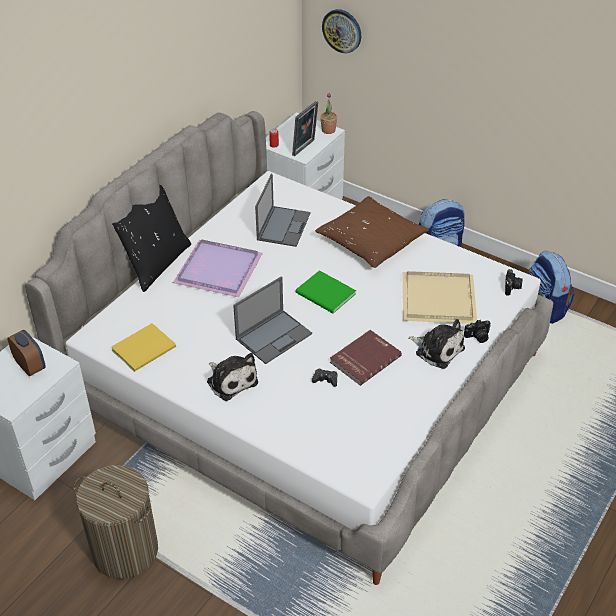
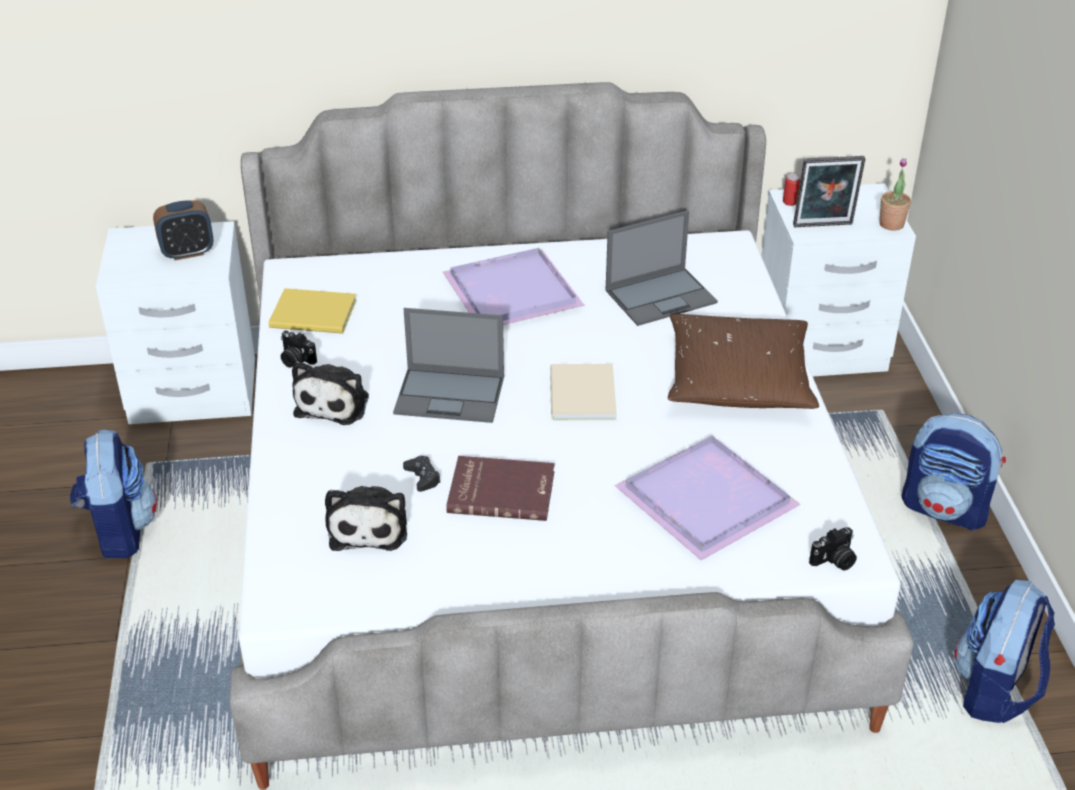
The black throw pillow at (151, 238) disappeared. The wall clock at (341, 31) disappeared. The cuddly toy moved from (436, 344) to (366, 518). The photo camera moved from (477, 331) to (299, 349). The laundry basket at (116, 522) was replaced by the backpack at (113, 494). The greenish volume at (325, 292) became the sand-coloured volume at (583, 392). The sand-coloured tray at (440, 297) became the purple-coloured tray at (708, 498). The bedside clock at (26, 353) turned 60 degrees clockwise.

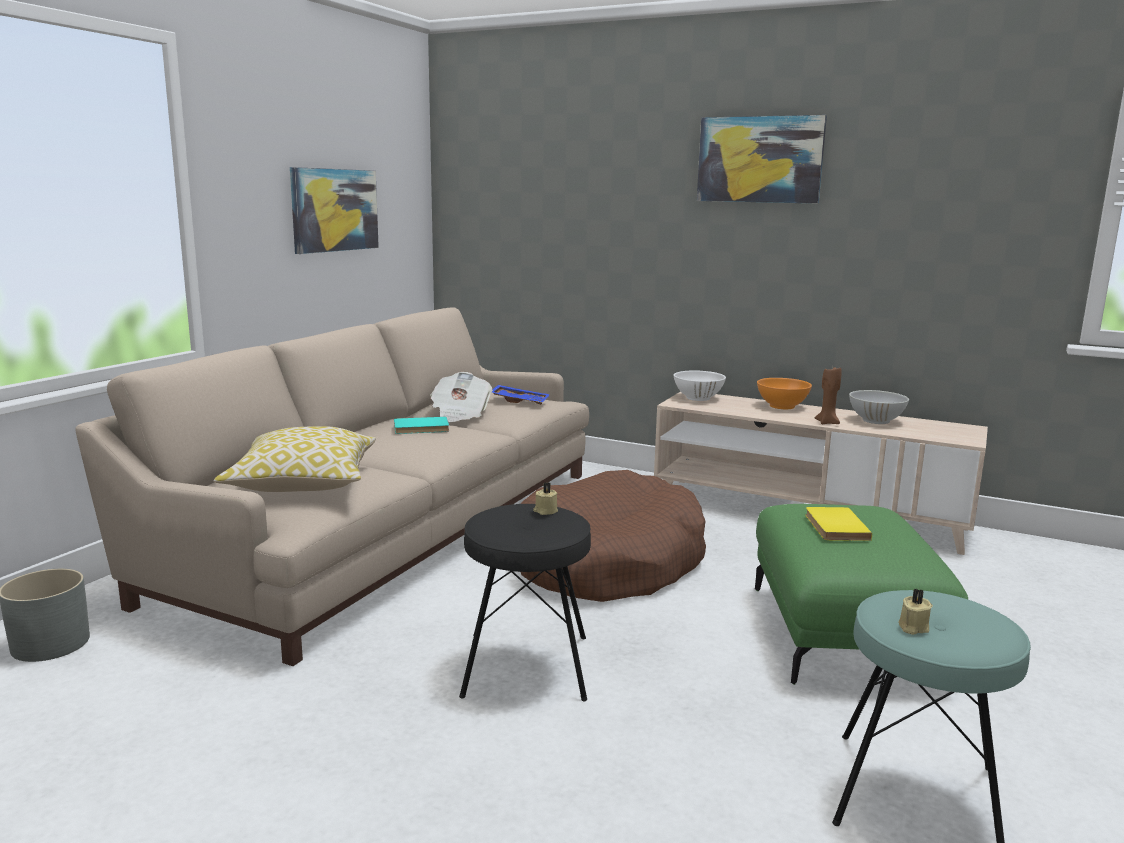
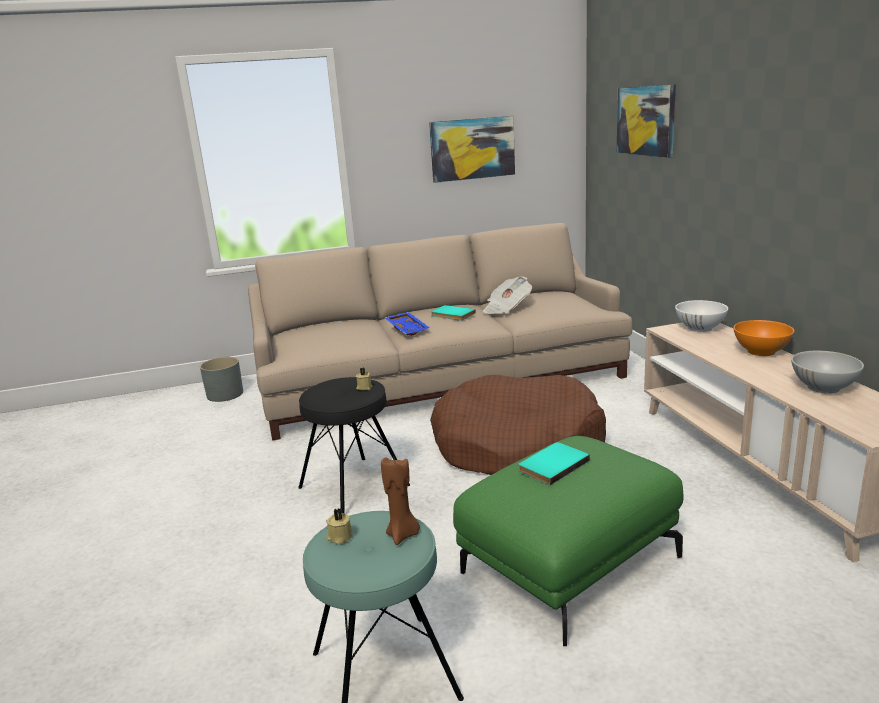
The throw pillow at (295, 459) disappeared. The blue-coloured tray moved from (521, 395) to (407, 324). The wall art moved from (762, 159) to (646, 121). The brown wax light moved from (828, 395) to (400, 501). The yellow volume at (838, 524) became the turquoise volume at (554, 463).

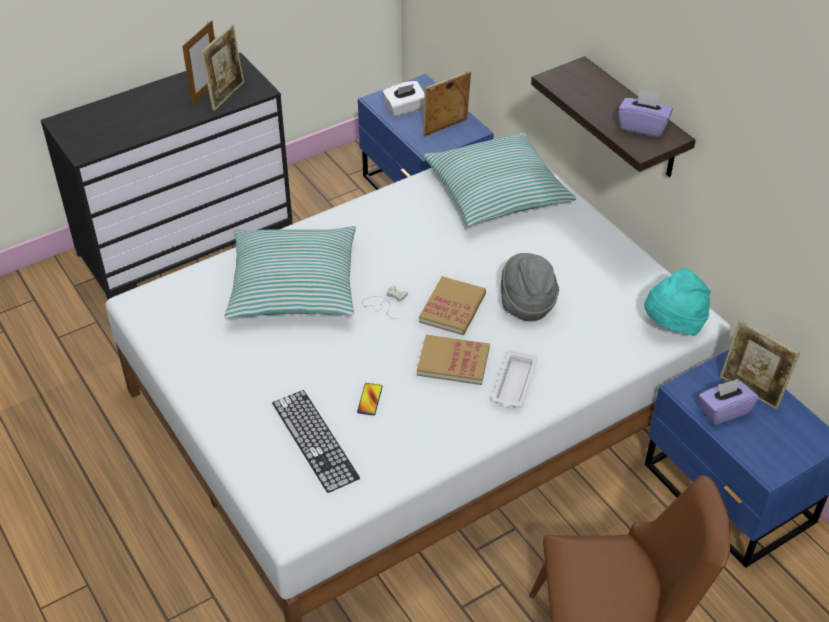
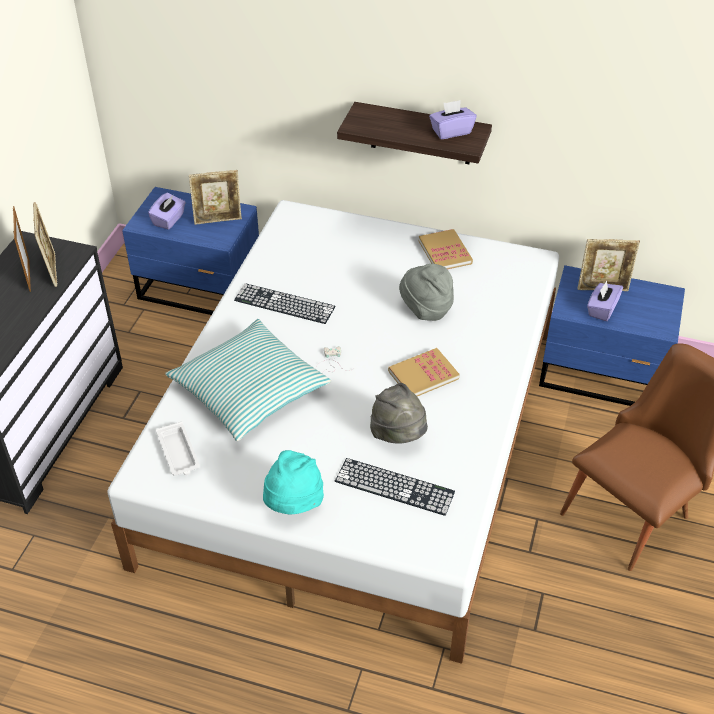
The throw pillow at (499, 179) disappeared. The PC keyboard at (284, 303) appeared. The volume moved from (452, 305) to (446, 249). The white-coloured tray moved from (514, 379) to (178, 449). The turquoise hat moved from (677, 302) to (293, 482). The phone at (370, 399) was replaced by the greyish hat at (399, 413). The white-coloured box of tissues at (403, 99) became the purple-coloured box of tissues at (167, 211). The standing frame at (447, 103) turned 120 degrees counterclockwise.

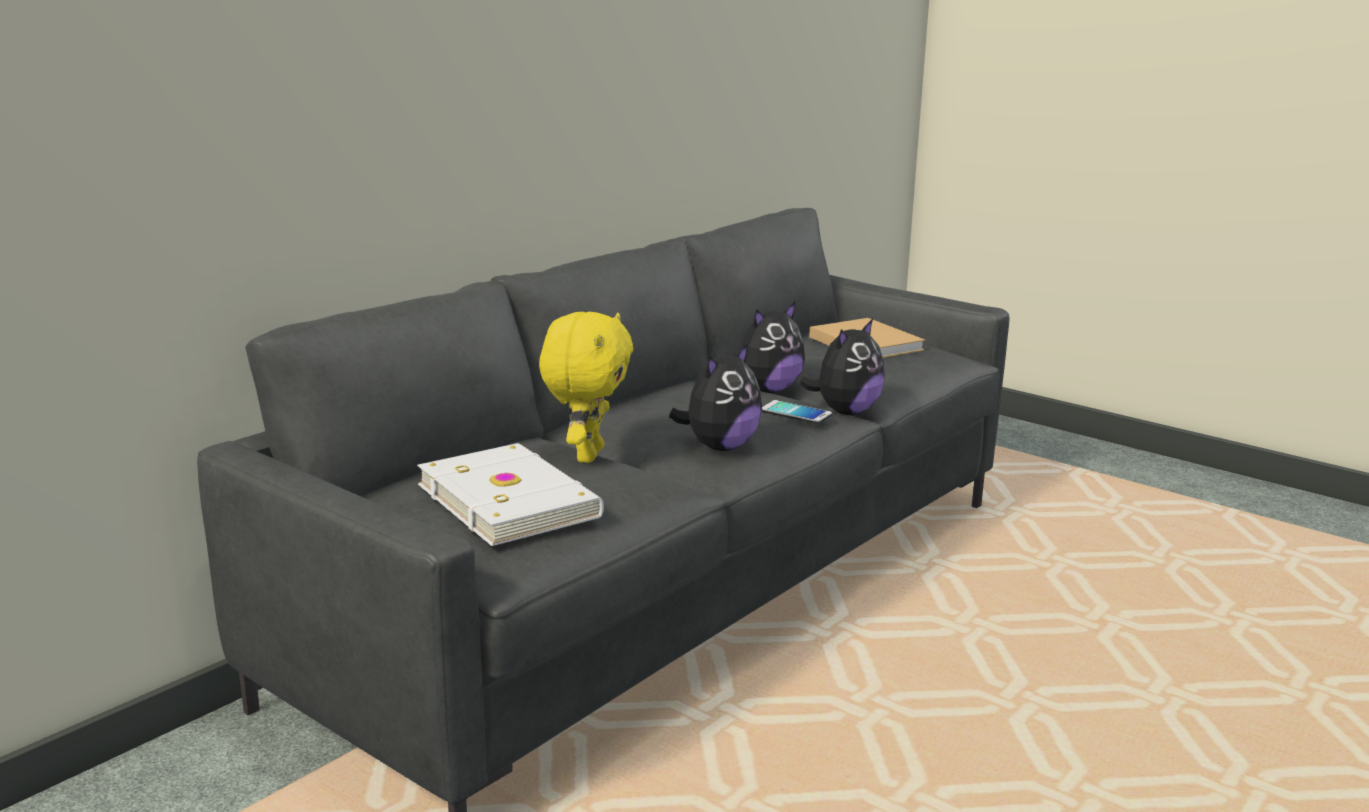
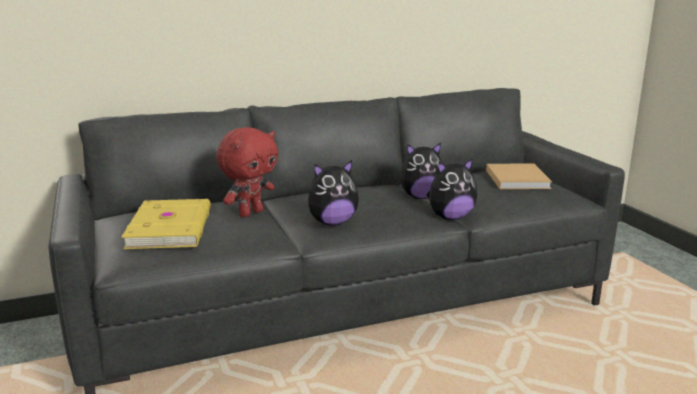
The phone at (797, 412) disappeared. The white-coloured volume at (510, 494) became the yellow volume at (166, 224). The yellow cuddly toy at (586, 387) became the reddish cuddly toy at (247, 172).

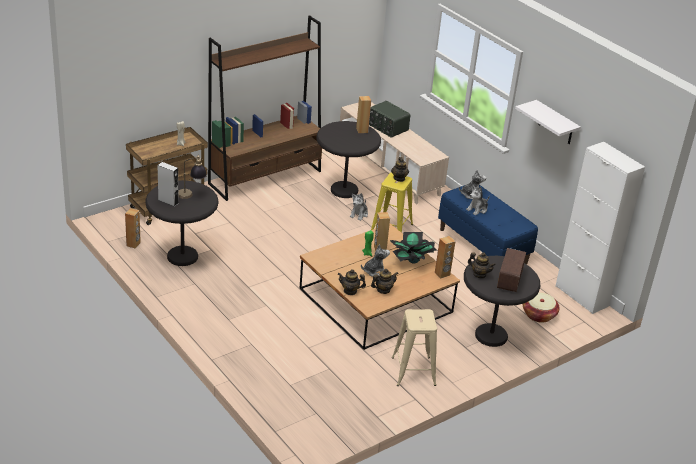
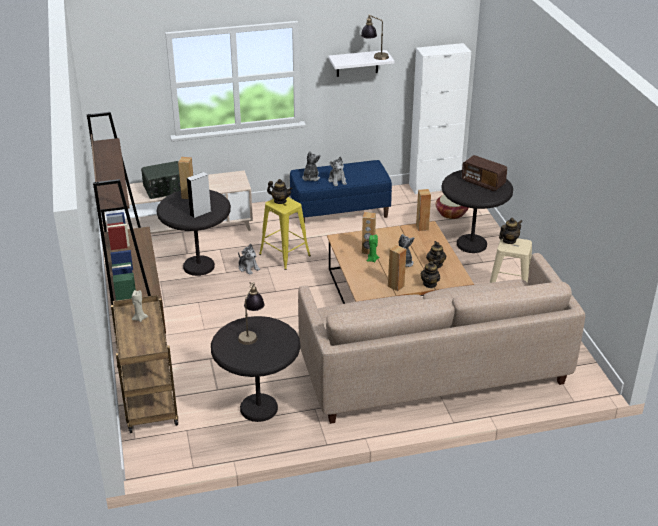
The potted plant at (413, 248) disappeared. The sand-coloured sofa at (441, 338) appeared. The table lamp at (375, 37) appeared. The brown speaker moved from (133, 228) to (397, 268). The greyish speaker moved from (168, 184) to (199, 195). The pot for tea moved from (482, 265) to (510, 231).

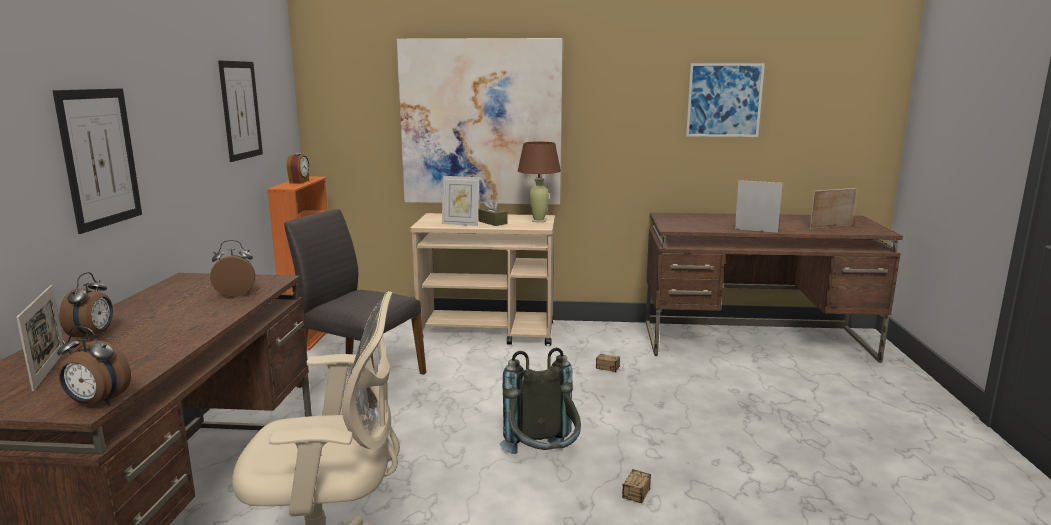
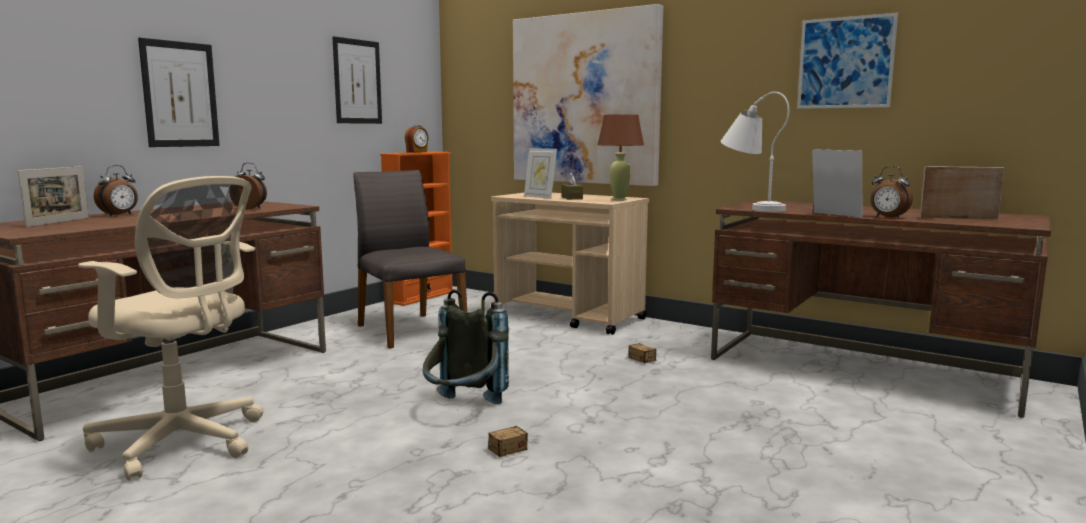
The white-coloured table lamp at (755, 152) appeared. The bedside clock moved from (94, 366) to (891, 192).

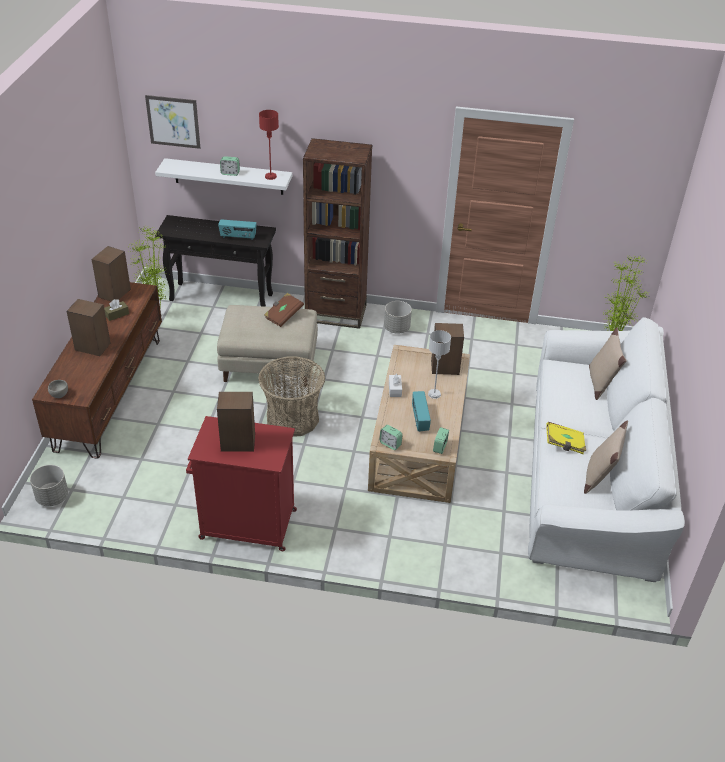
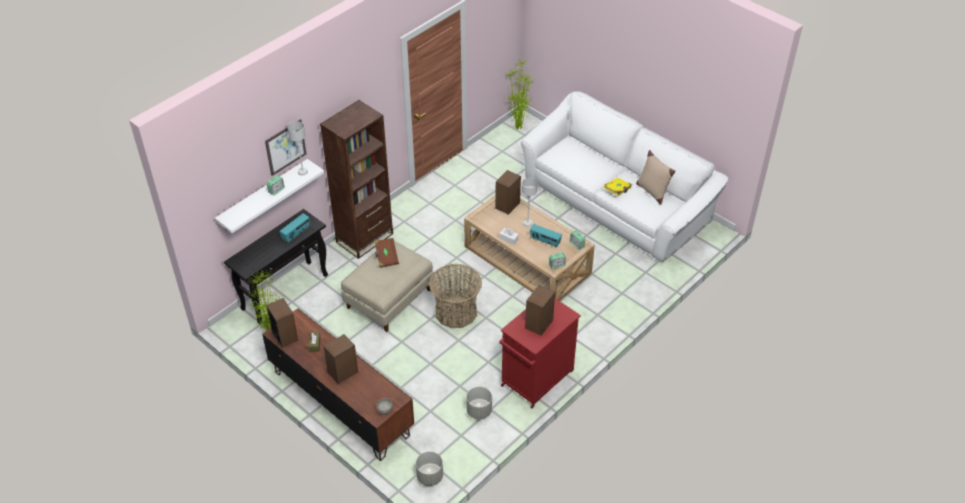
The sand-coloured throw pillow at (608, 364) disappeared. The wall art moved from (172, 122) to (285, 147). The greyish plant pot moved from (398, 317) to (479, 402). The reddish table lamp at (269, 145) became the greyish table lamp at (297, 148).

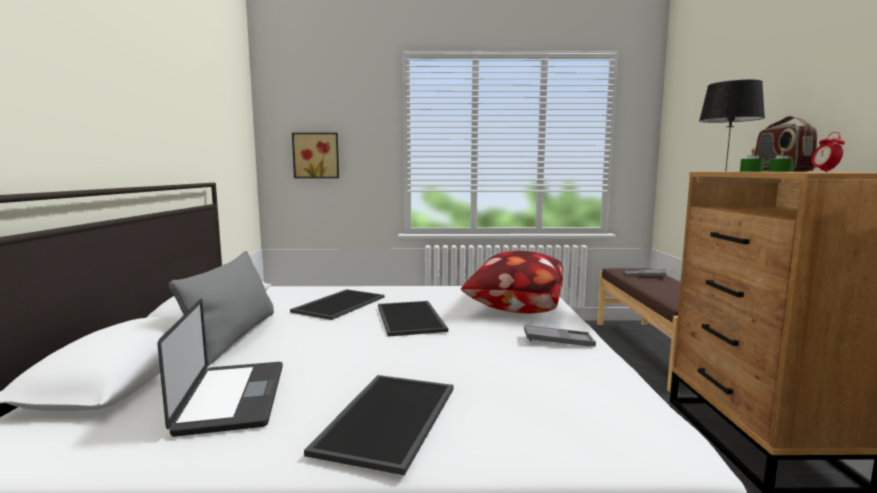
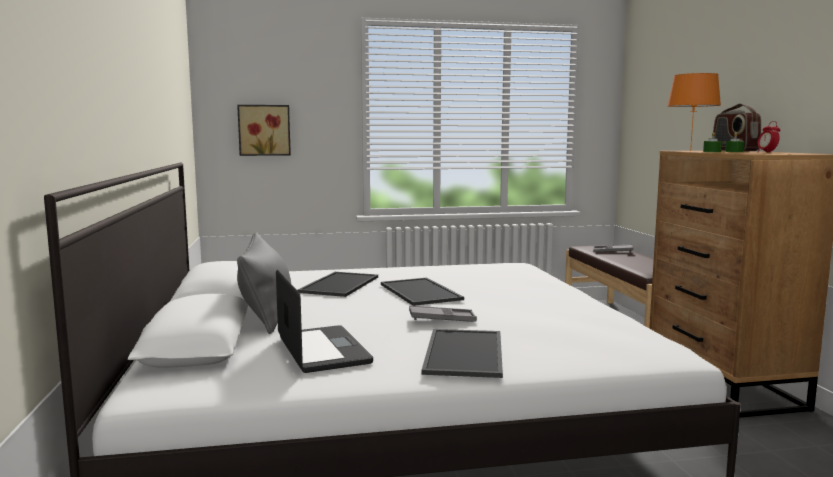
The throw pillow at (512, 282) disappeared. The greyish tray moved from (560, 336) to (443, 313). The black table lamp at (732, 126) became the orangey table lamp at (694, 112).

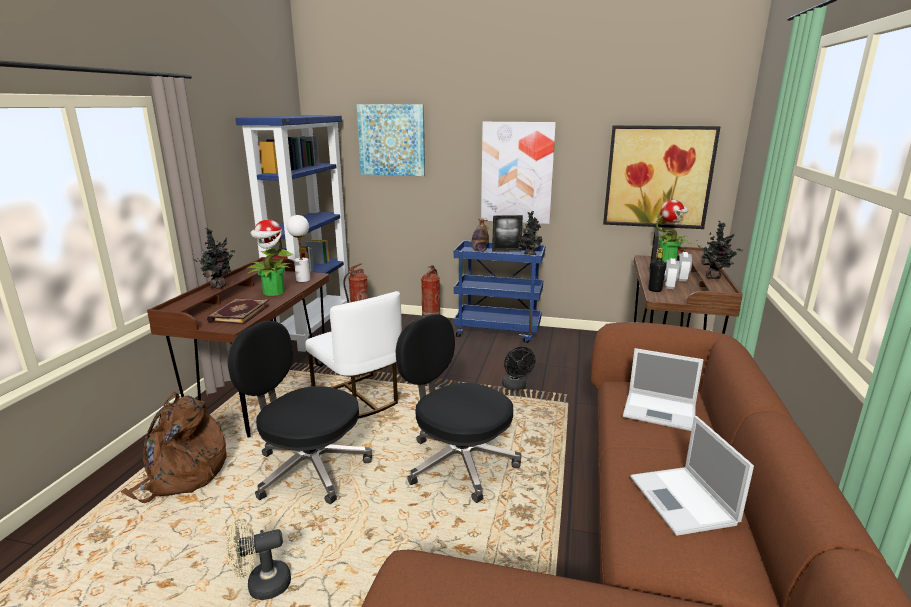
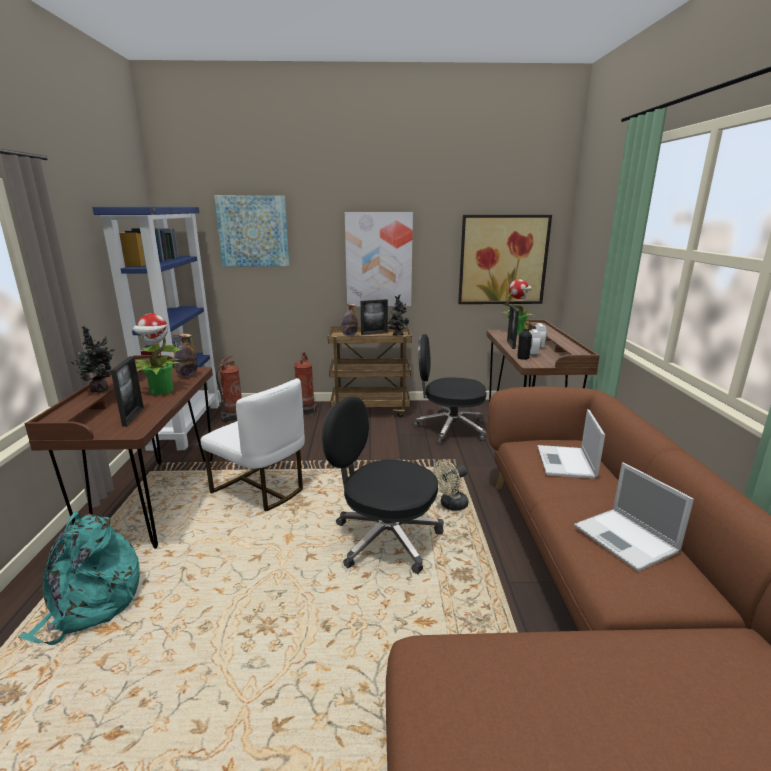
The black electric fan at (518, 368) disappeared. The potted plant at (720, 250) disappeared. The sand-coloured electric fan moved from (258, 559) to (450, 485). The black office chair moved from (299, 412) to (449, 389). The volume at (238, 311) was replaced by the standing frame at (127, 391). The white-coloured table lamp at (298, 248) was replaced by the bottle at (186, 355). The brown backpack at (174, 447) became the turquoise backpack at (79, 578). The blue-coloured cart at (499, 292) became the brown cart at (370, 371). The laptop at (663, 389) turned 90 degrees clockwise.

